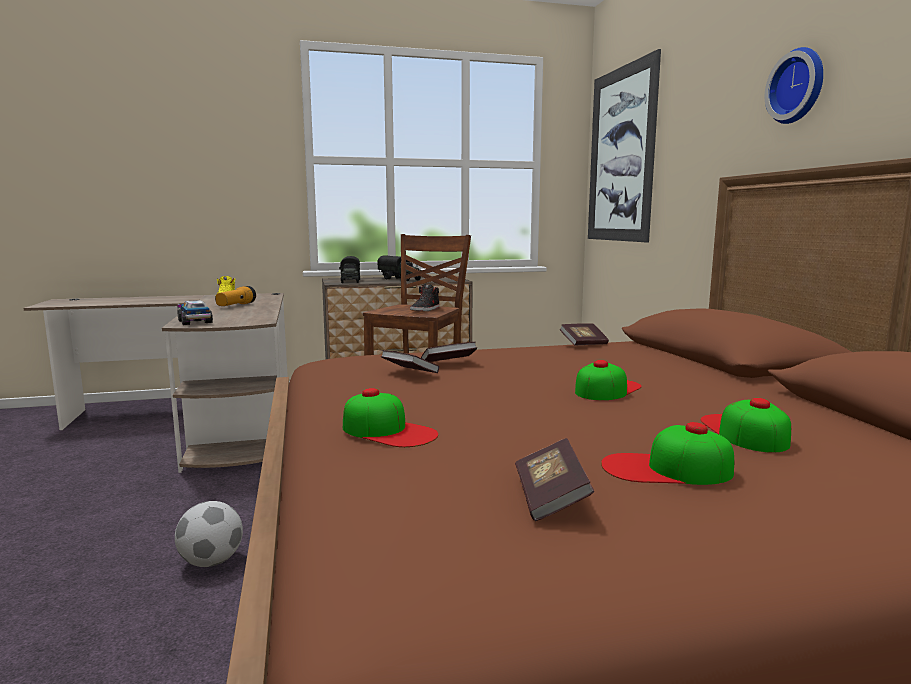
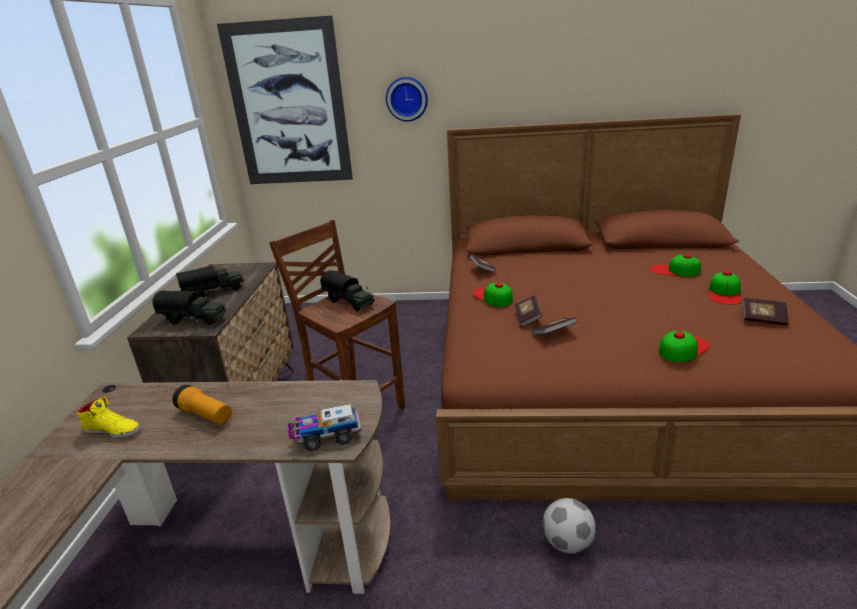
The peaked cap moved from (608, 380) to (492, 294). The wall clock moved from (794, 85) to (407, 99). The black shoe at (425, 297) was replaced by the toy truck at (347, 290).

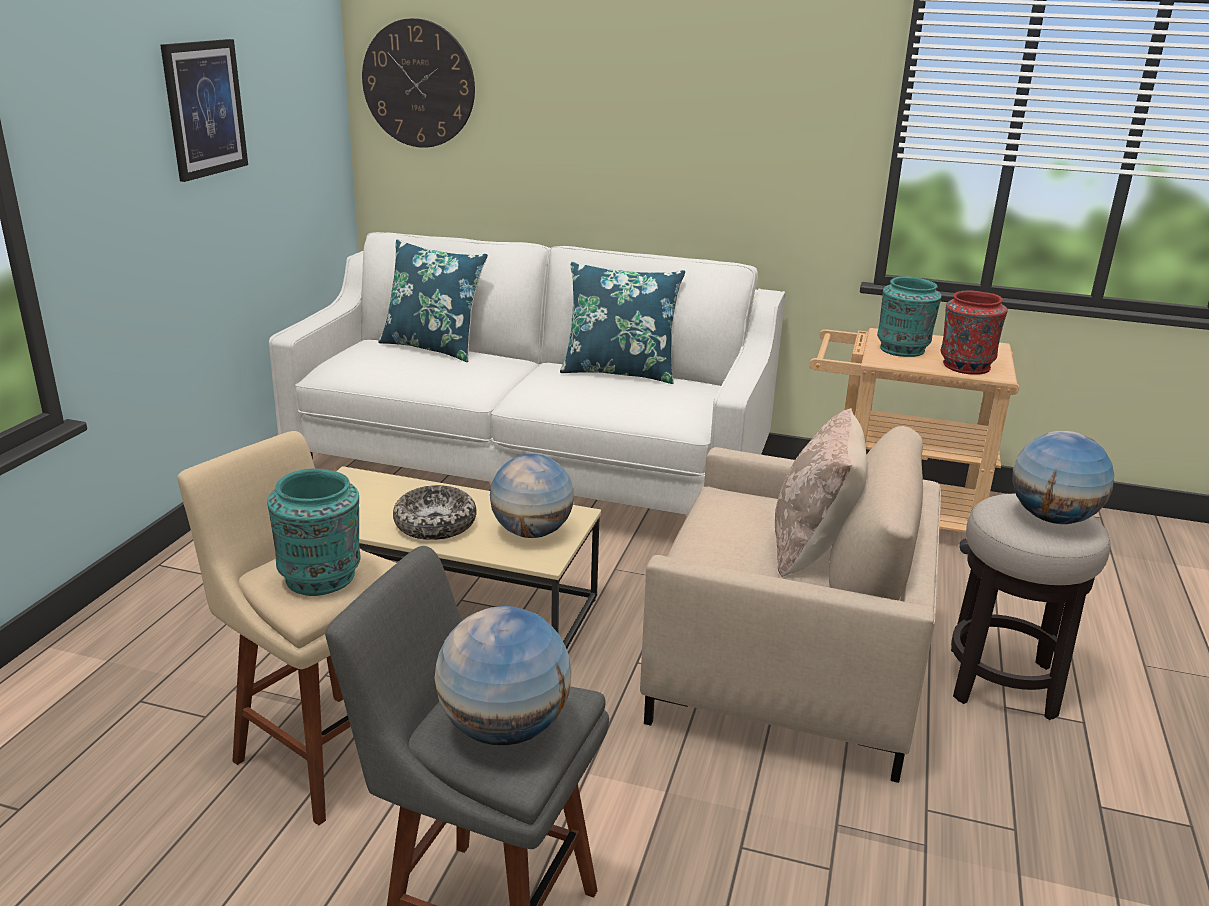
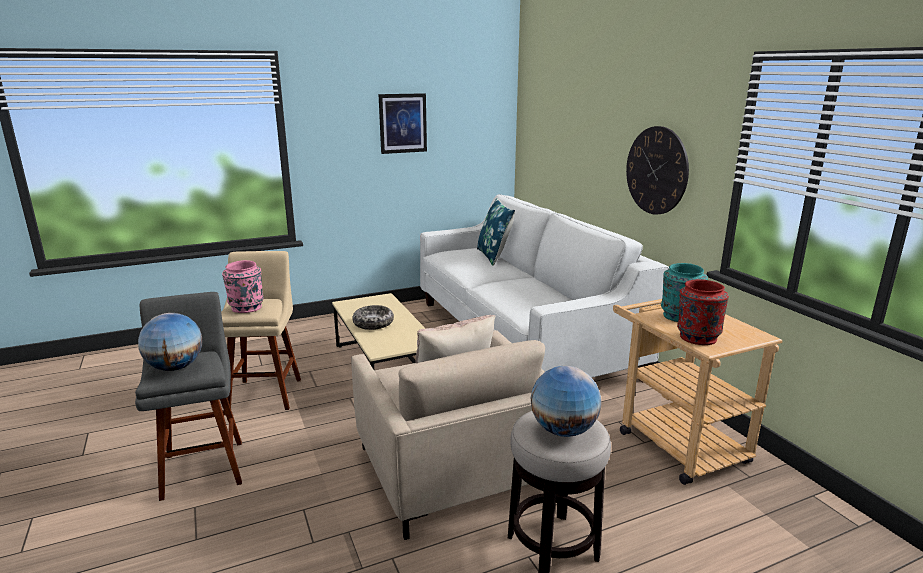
The globe at (532, 496) disappeared. The blue-coloured throw pillow at (622, 323) disappeared. The wall clock moved from (418, 83) to (657, 170). The turquoise vase at (314, 532) became the pink-coloured vase at (243, 286).

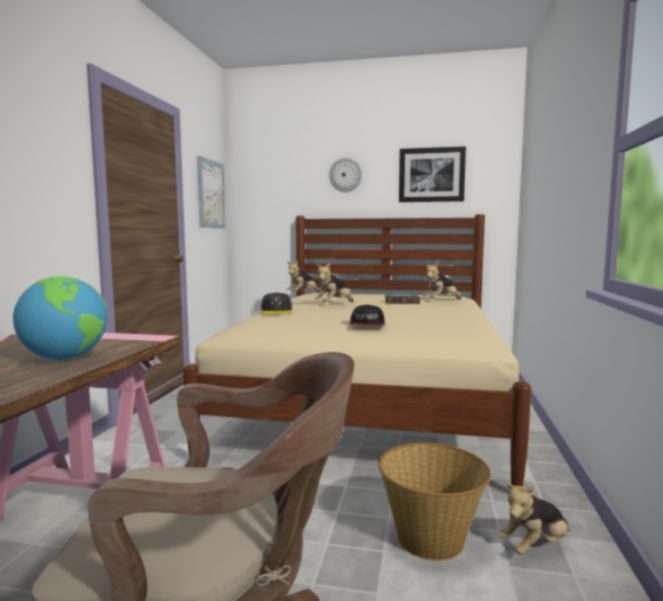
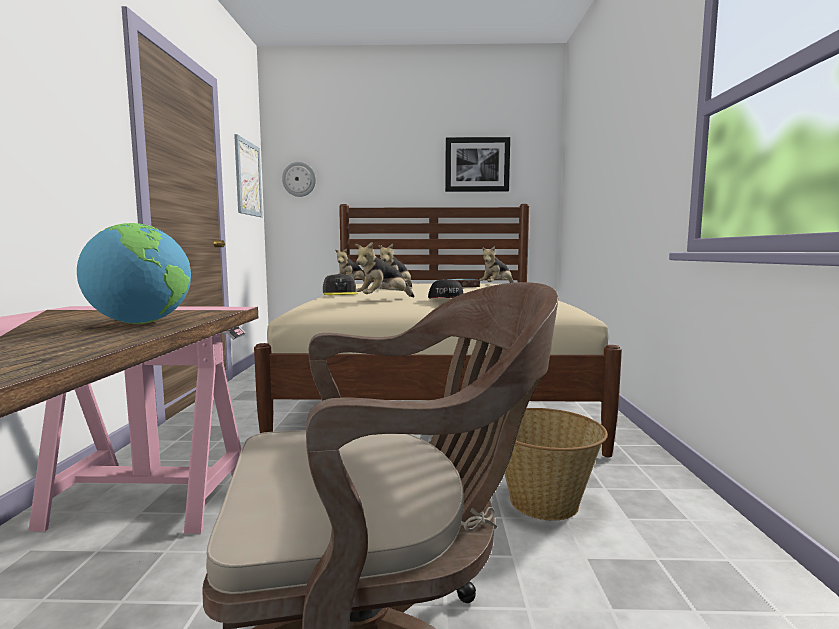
The wall clock moved from (345, 175) to (299, 179). The cuddly toy moved from (533, 519) to (384, 269).

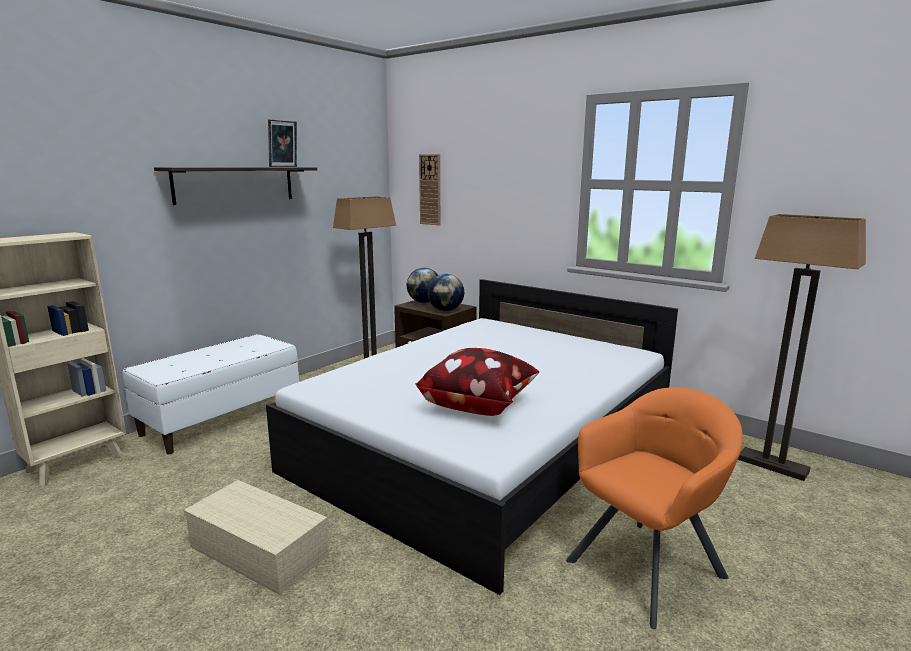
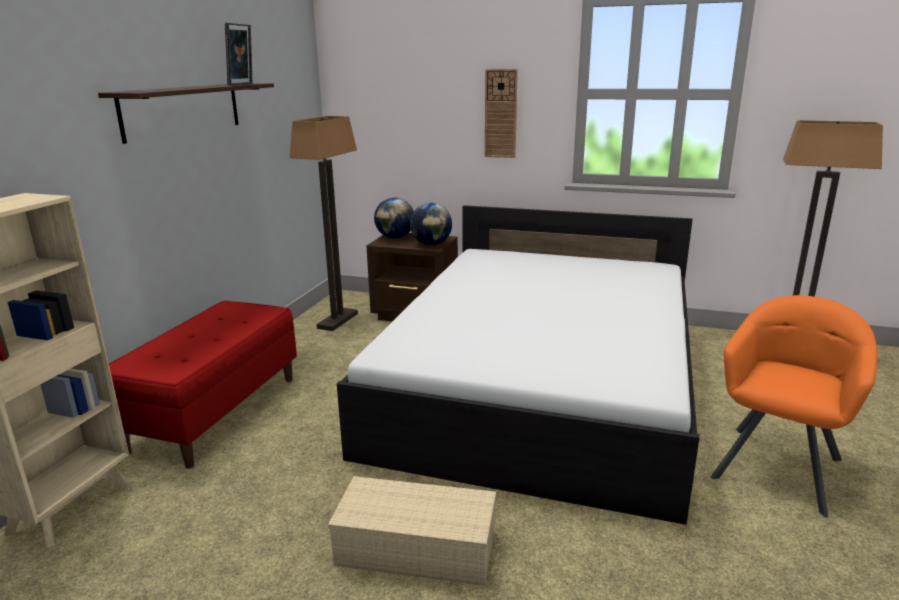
The throw pillow at (477, 382) disappeared. The wall clock moved from (429, 189) to (501, 113). The white-coloured indoor bench at (211, 394) became the reddish indoor bench at (203, 385).

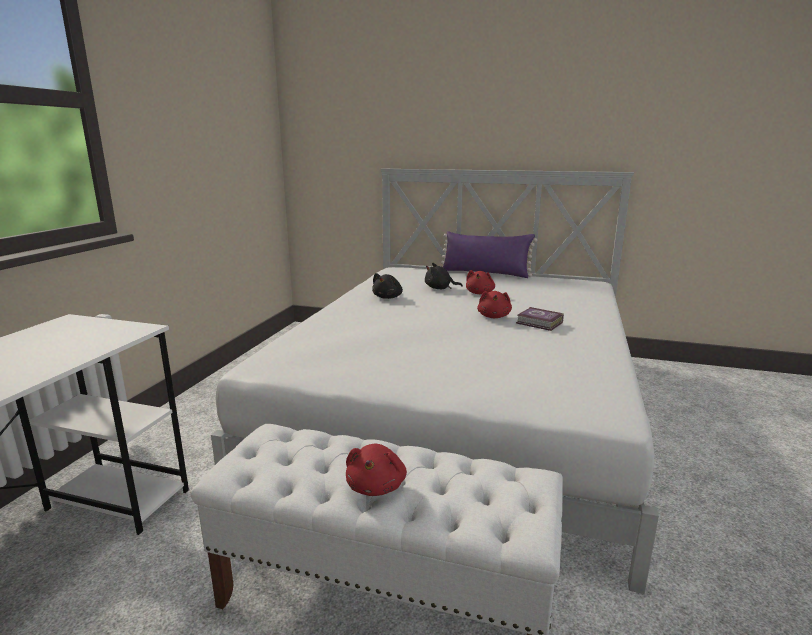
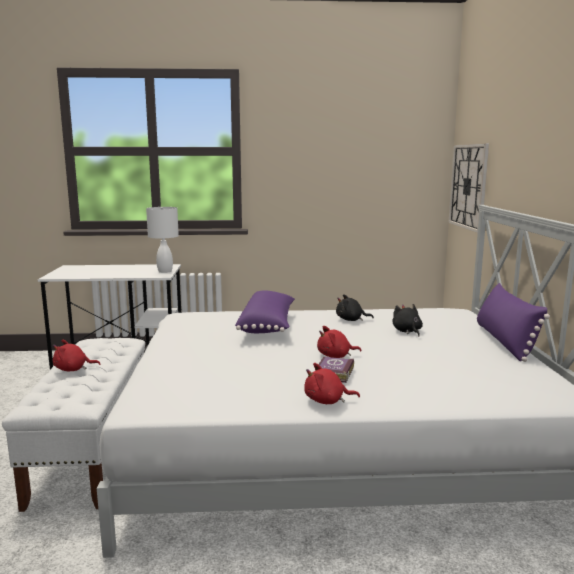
The white-coloured table lamp at (162, 240) appeared. The purple-coloured throw pillow at (265, 311) appeared. The wall clock at (468, 188) appeared. The reddish cuddly toy moved from (480, 282) to (332, 383).

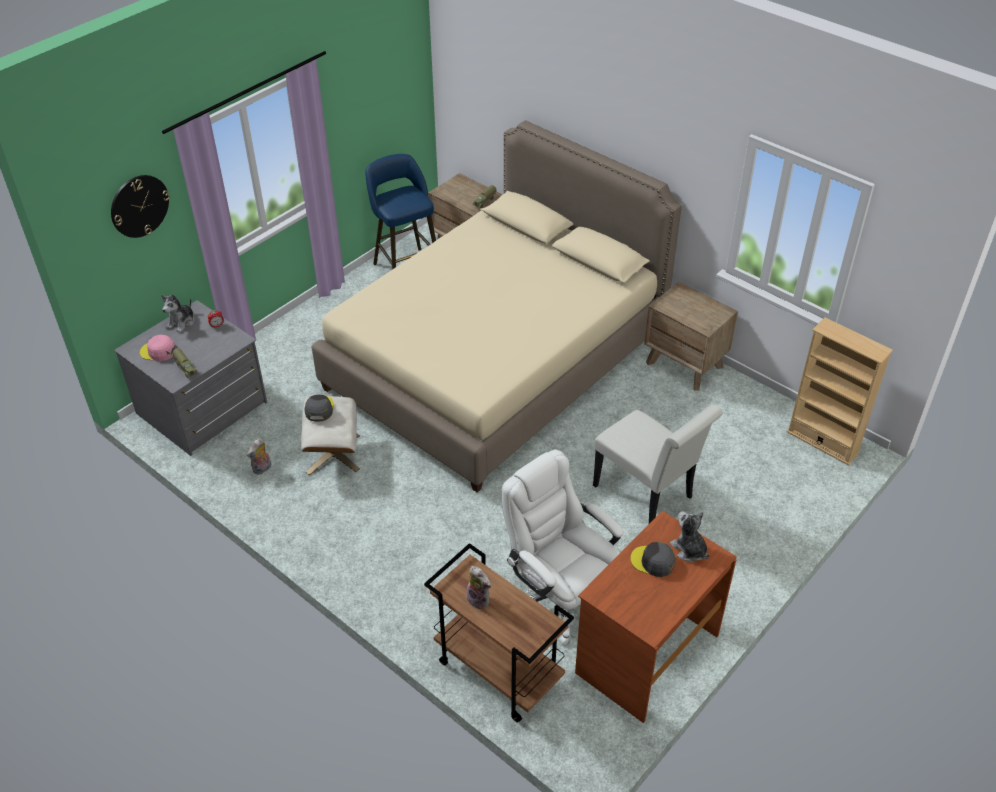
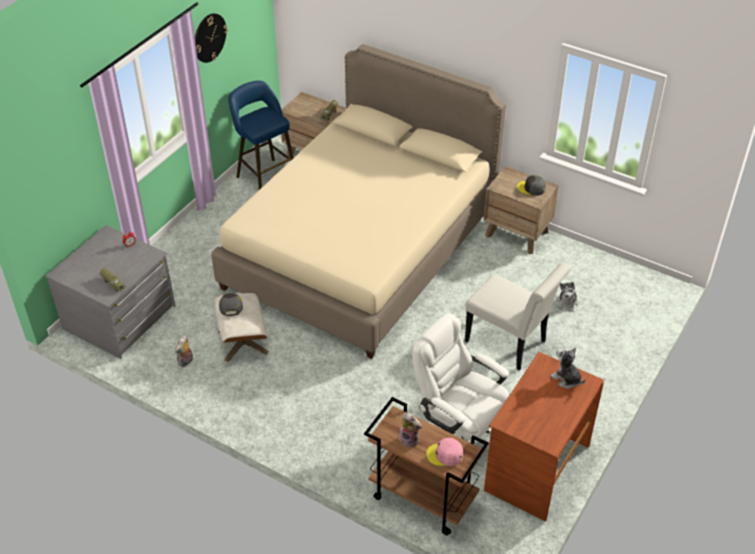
The sand-coloured shelving unit at (839, 391) disappeared. The wall clock moved from (140, 206) to (211, 38). The pink-coloured peaked cap moved from (158, 348) to (444, 452). The cuddly toy moved from (178, 313) to (567, 297). The greyish peaked cap moved from (653, 559) to (531, 185).

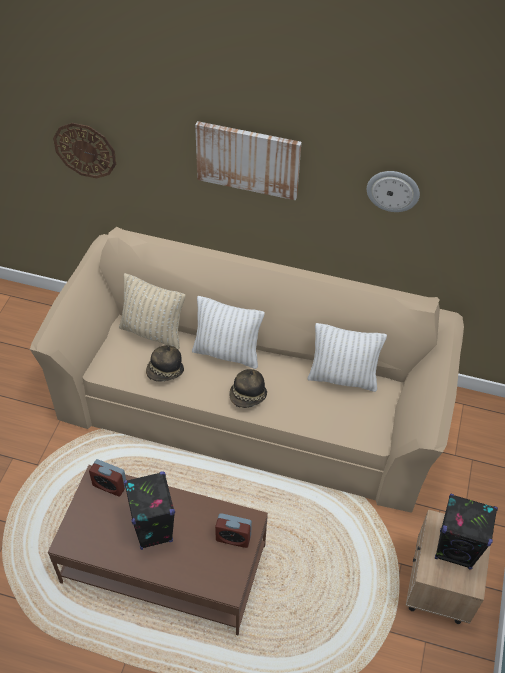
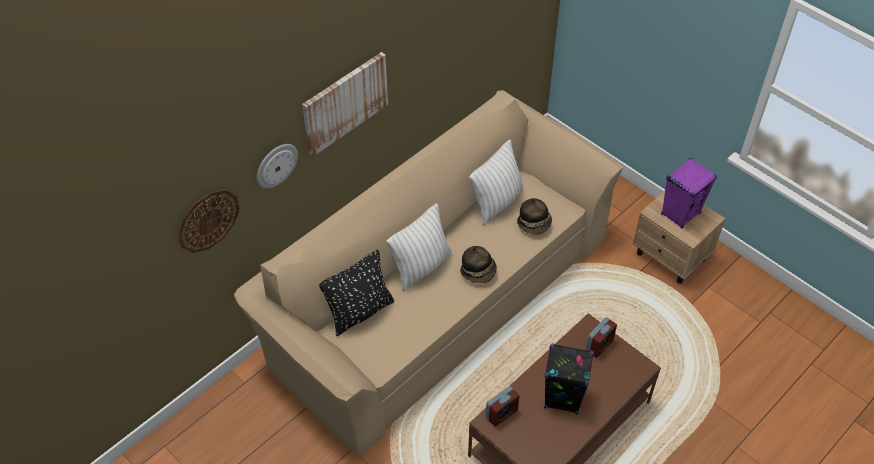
The hat moved from (165, 363) to (534, 216). The wall clock moved from (393, 191) to (277, 166). The sand-coloured throw pillow at (152, 311) became the black throw pillow at (356, 293). The black speaker at (466, 532) became the purple-coloured speaker at (689, 193).

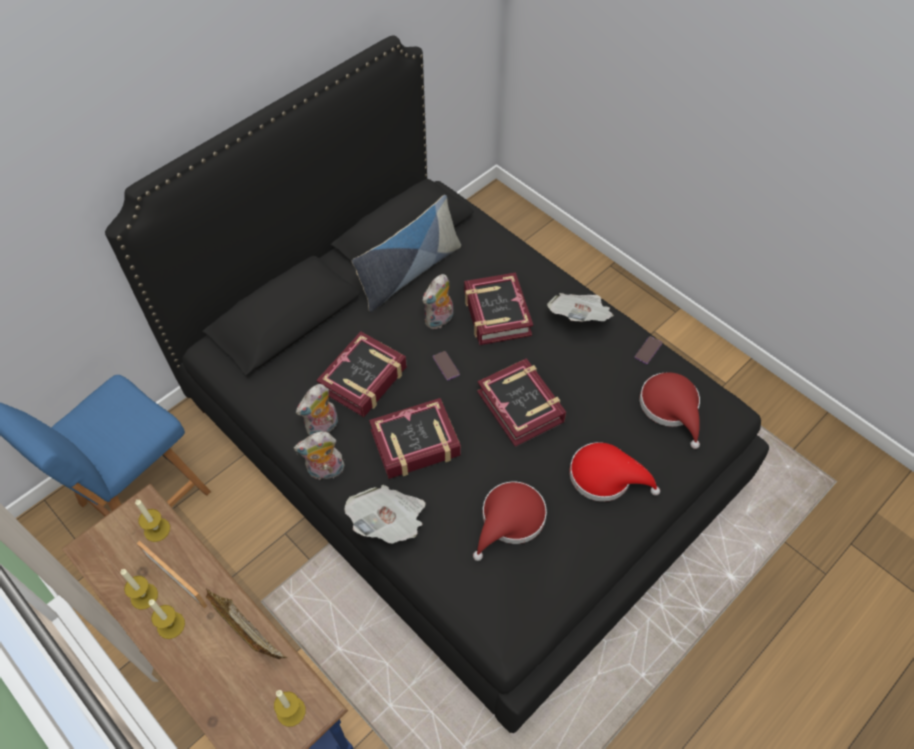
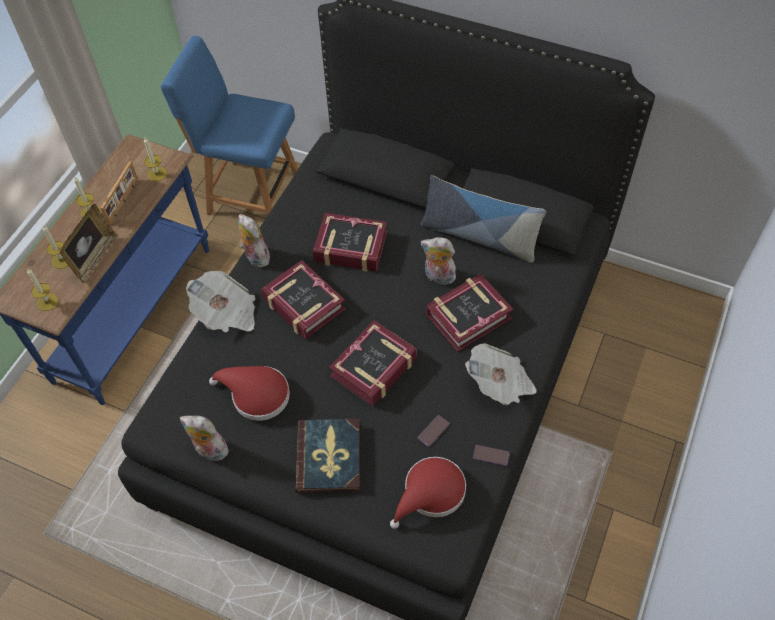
The wax light moved from (139, 589) to (55, 247). The cuddly toy moved from (317, 410) to (204, 438). The phone moved from (446, 365) to (433, 431). The reddish hat at (615, 472) was replaced by the volume at (327, 455).

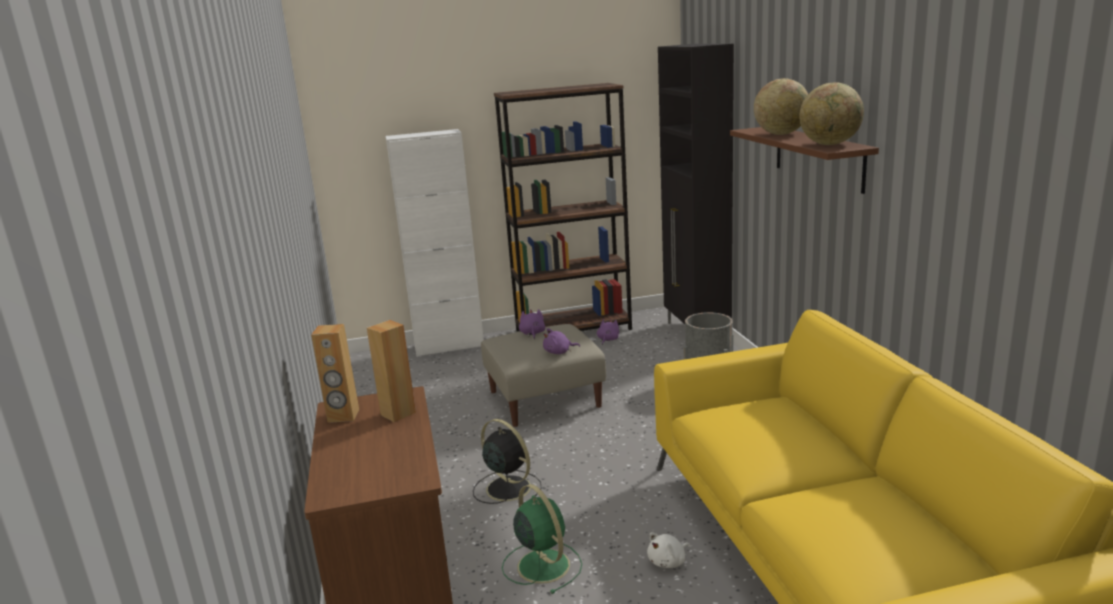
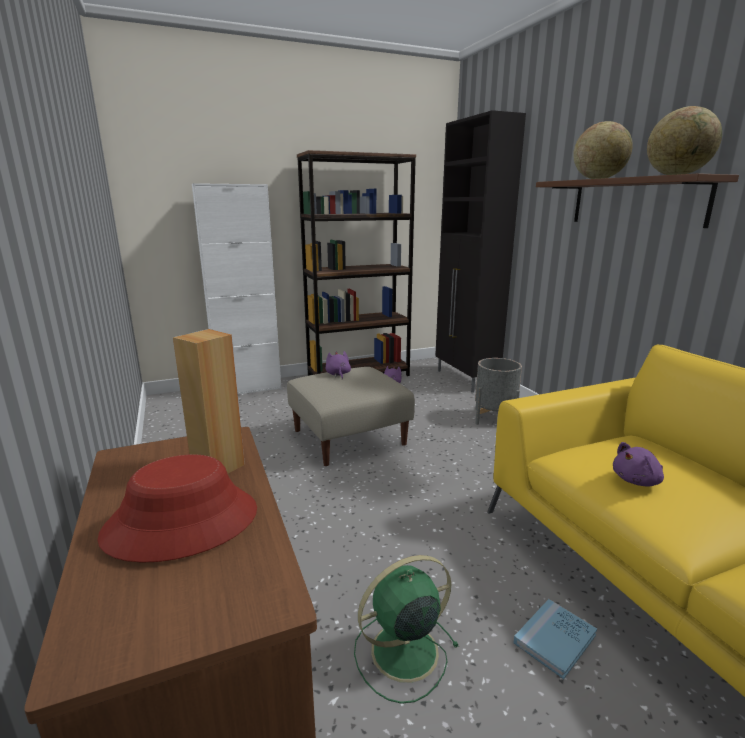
The brown speaker at (335, 373) disappeared. The black electric fan at (507, 461) disappeared. The reddish hat at (177, 508) appeared. The purple-coloured cuddly toy moved from (561, 341) to (638, 464). The white-coloured cuddly toy at (668, 550) was replaced by the blue-coloured volume at (555, 639). The greenish electric fan at (542, 539) turned 75 degrees counterclockwise.

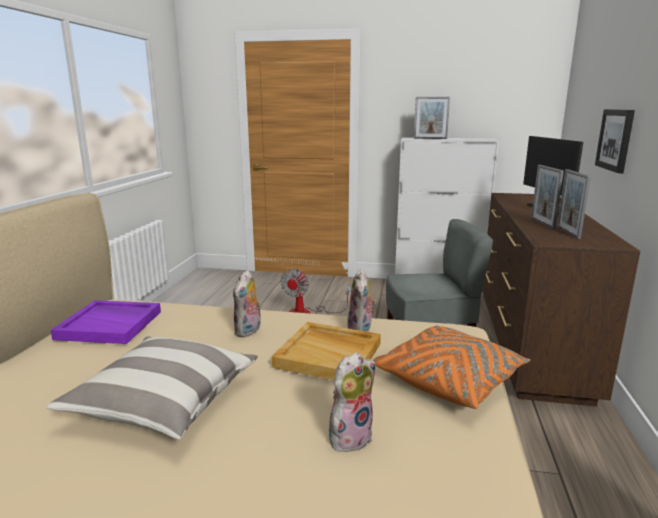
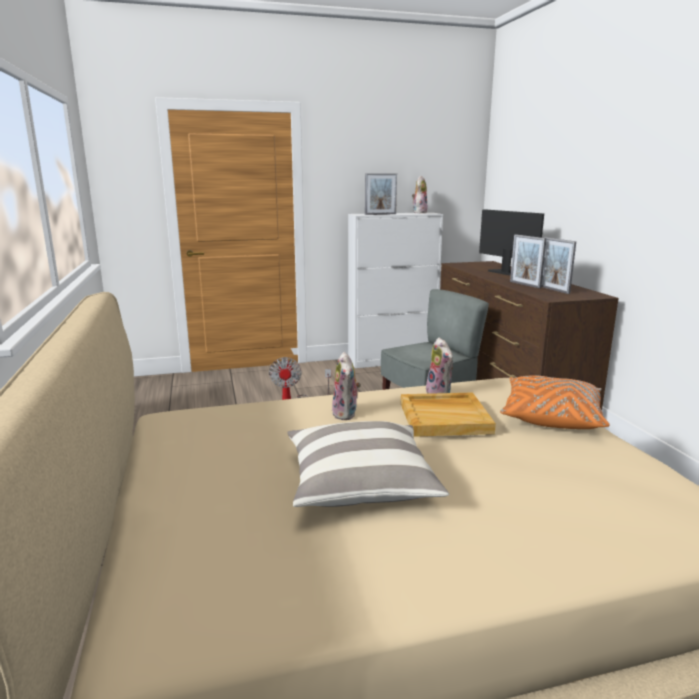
The purple-coloured tray at (106, 322) disappeared. The wall art at (615, 141) disappeared. The cuddly toy moved from (352, 402) to (419, 194).

